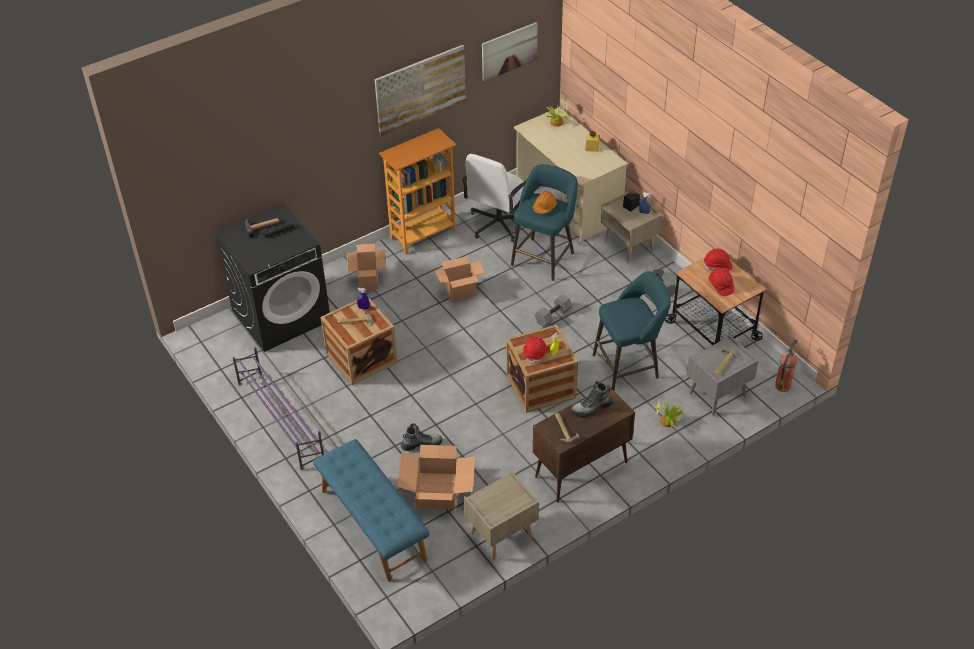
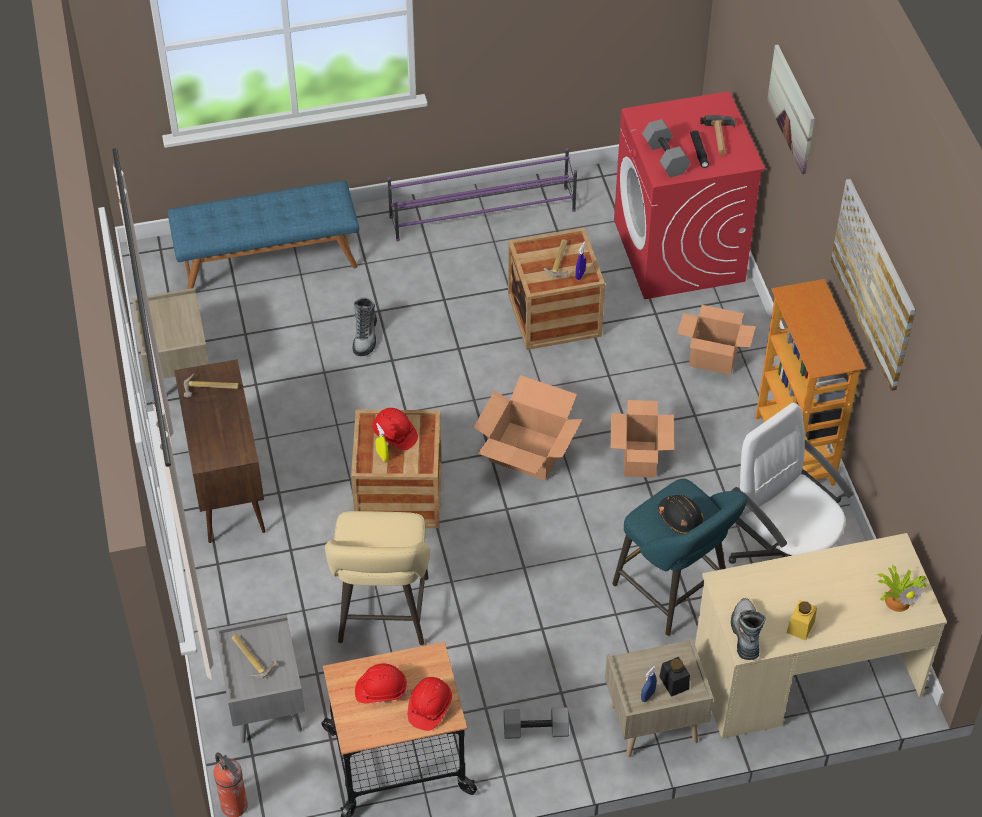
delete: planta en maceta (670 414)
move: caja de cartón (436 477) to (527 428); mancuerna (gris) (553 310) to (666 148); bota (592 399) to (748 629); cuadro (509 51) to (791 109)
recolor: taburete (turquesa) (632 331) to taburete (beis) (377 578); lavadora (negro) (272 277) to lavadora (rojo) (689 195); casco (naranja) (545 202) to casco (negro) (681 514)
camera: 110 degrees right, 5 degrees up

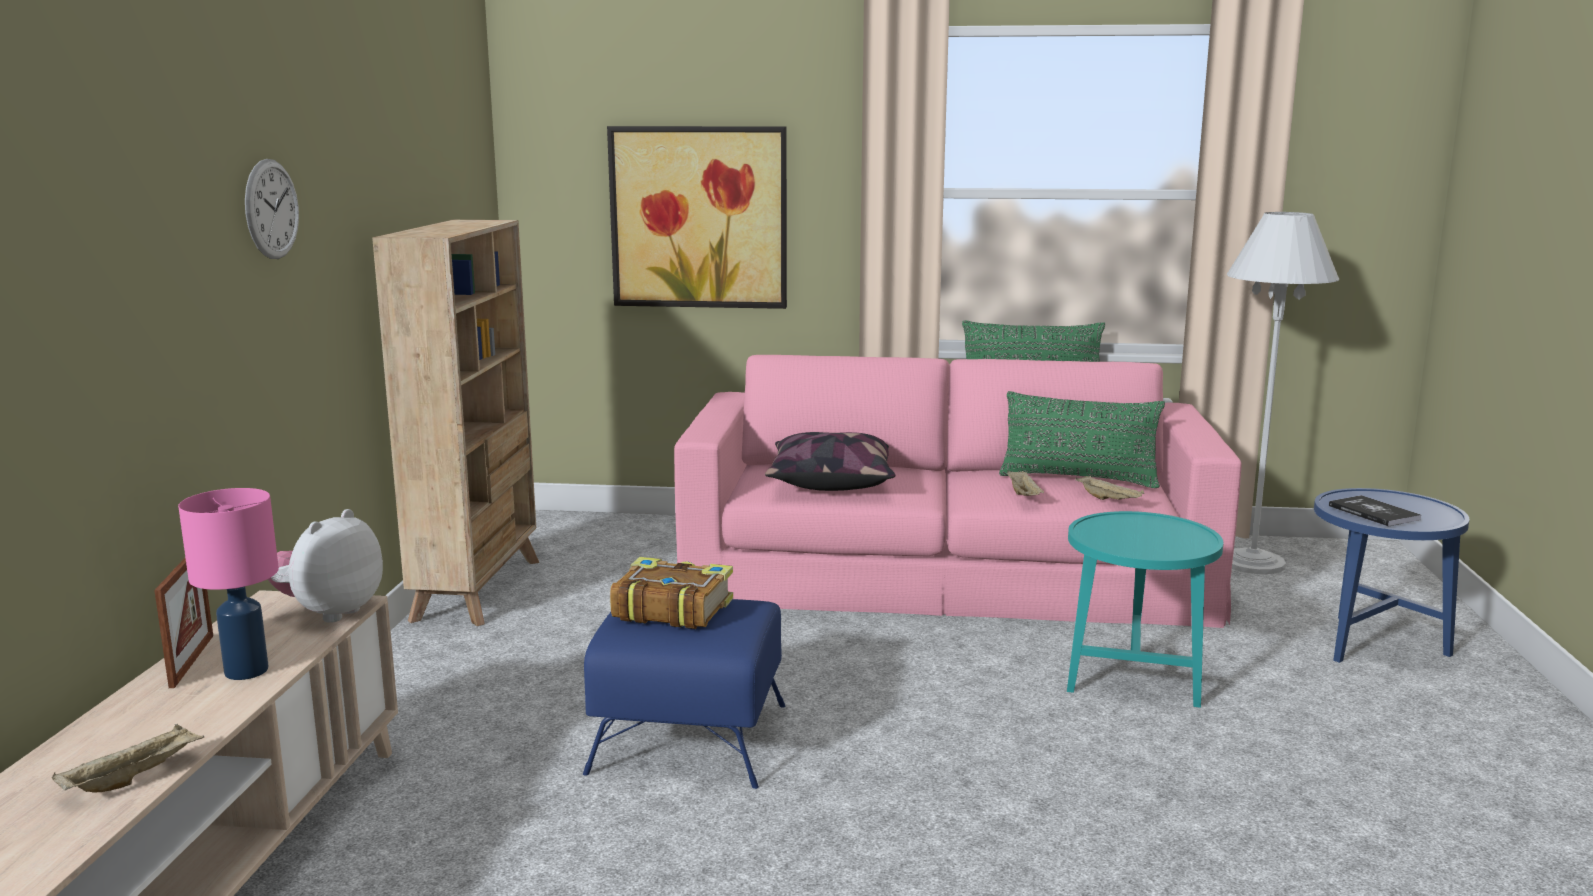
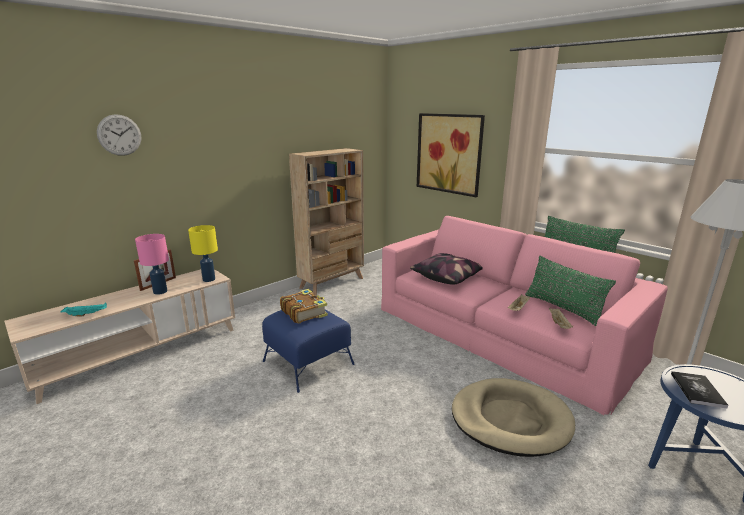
move: reloj de pared (272 209) to (119 135)
replace: peluche (325 566) to lámpara de mesa (amarillo) (203 253); mesa auxiliar (turquesa) (1145 609) to cama para perro (beis) (513 417)
recolor: bandeja (beis) (128 758) to bandeja (turquesa) (83 309)
camera: 40 degrees right, 5 degrees up

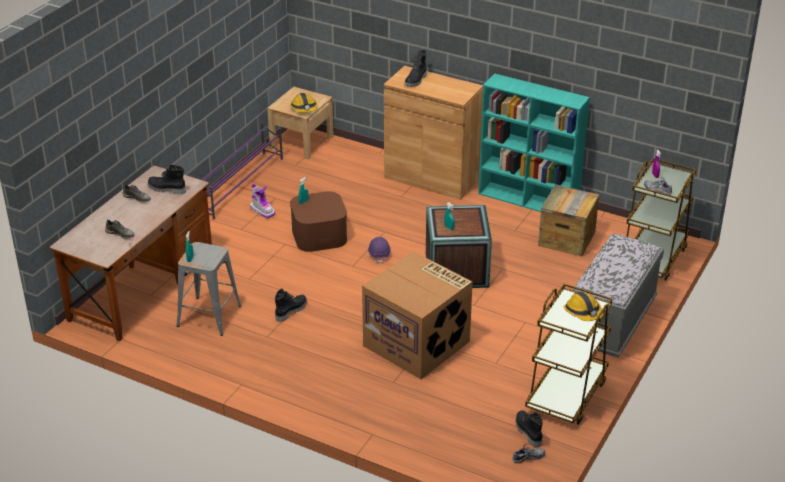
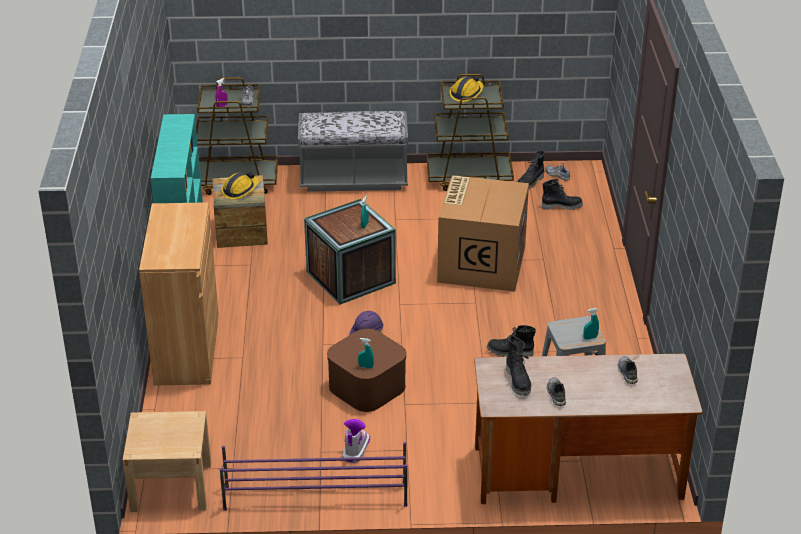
move: casco (303 103) to (240 185); bota (negro) (416 68) to (562 194)
camera: 120 degrees left, 0 degrees up

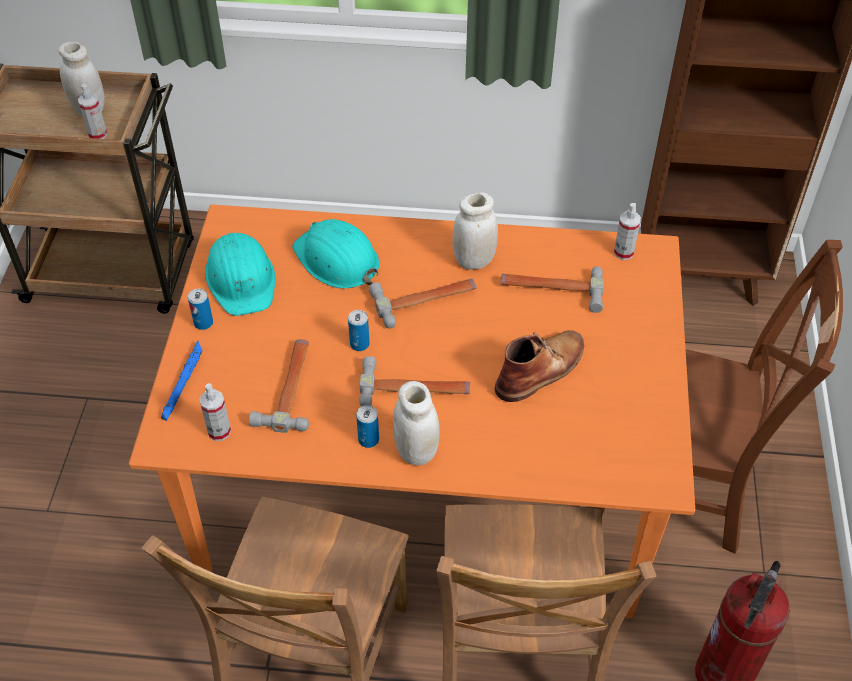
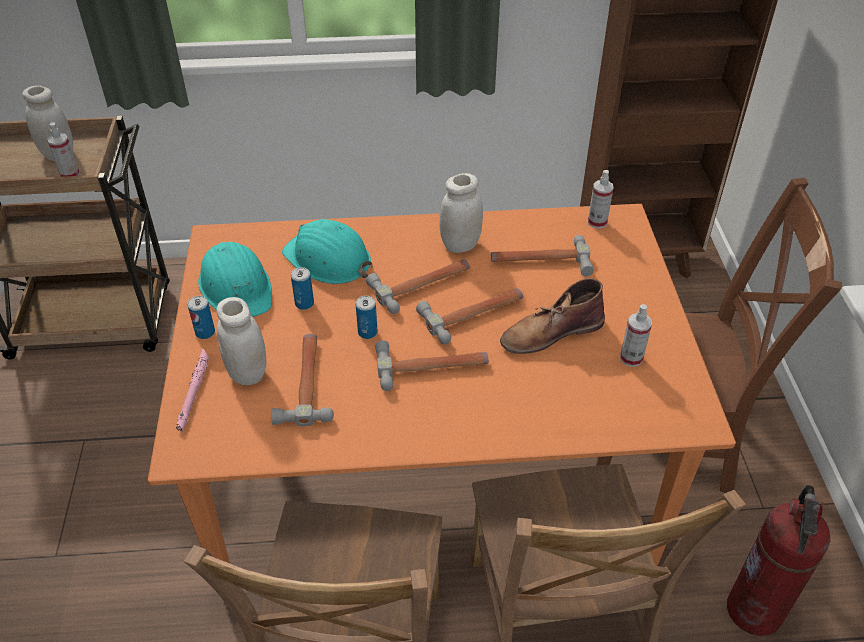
insert: martillo (470 316)
move: tarro (blanco) (416 423) to (241 341); lata (367 426) to (302 288); pulverizador (215 412) to (636 335)
recolor: linterna (azul) (181 381) to linterna (rosa) (192 390)
rotate: bota (marrón) (539 366) = (552 316) 150 degrees counterclockwise
camera: 10 degrees left, 5 degrees down

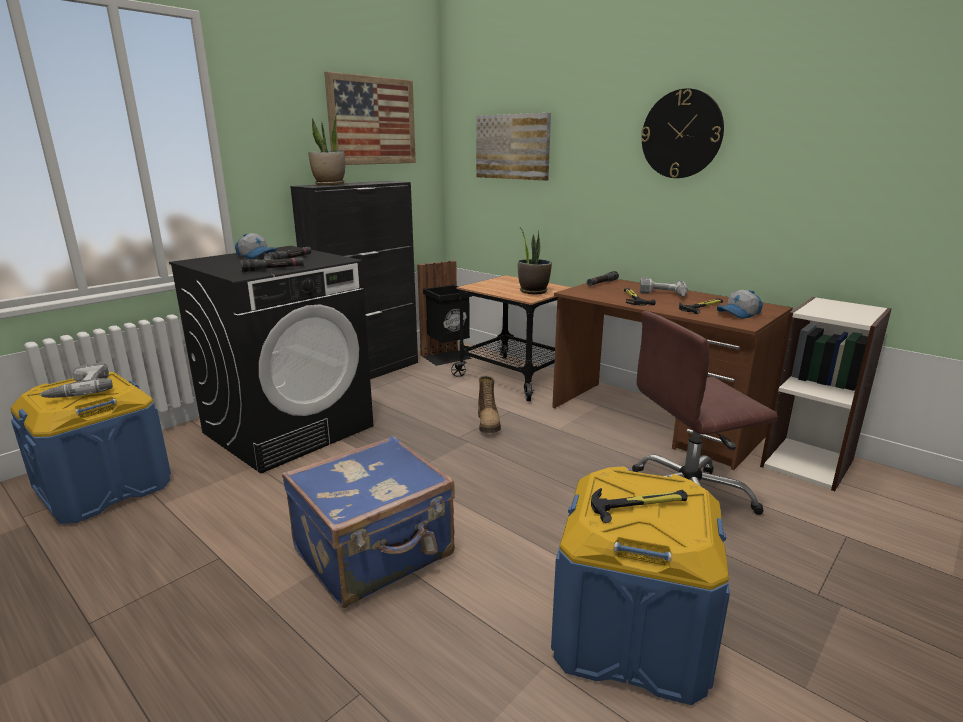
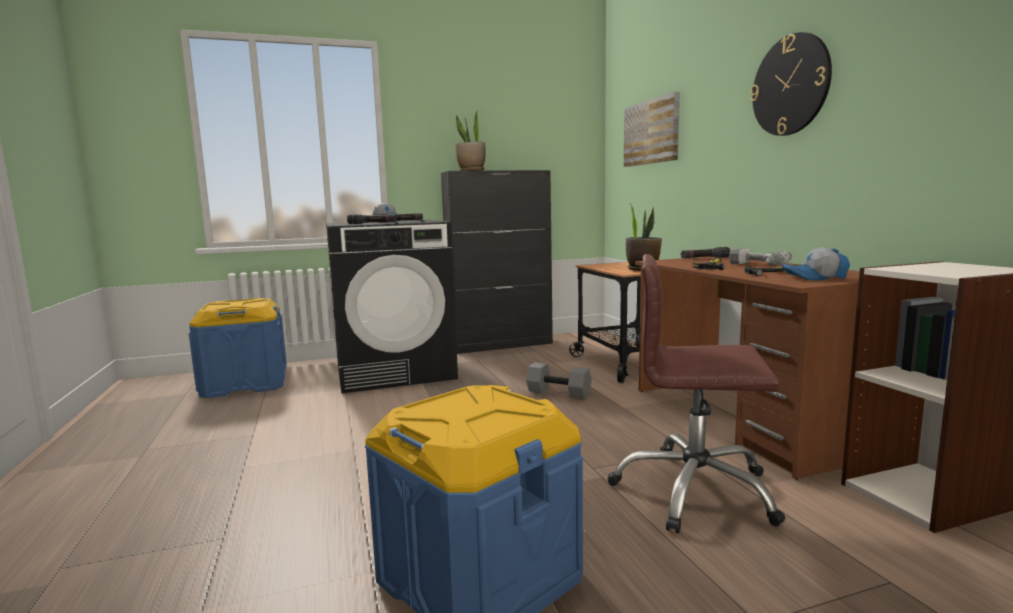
delete: taladro (76 380); maleta (azul) (368 522); cuadro (370 118); papelera (negro) (444 313); martillo (639 505)
replace: bota (489 404) to mancuerna (gris) (559 380)
camera: 30 degrees right, 10 degrees down

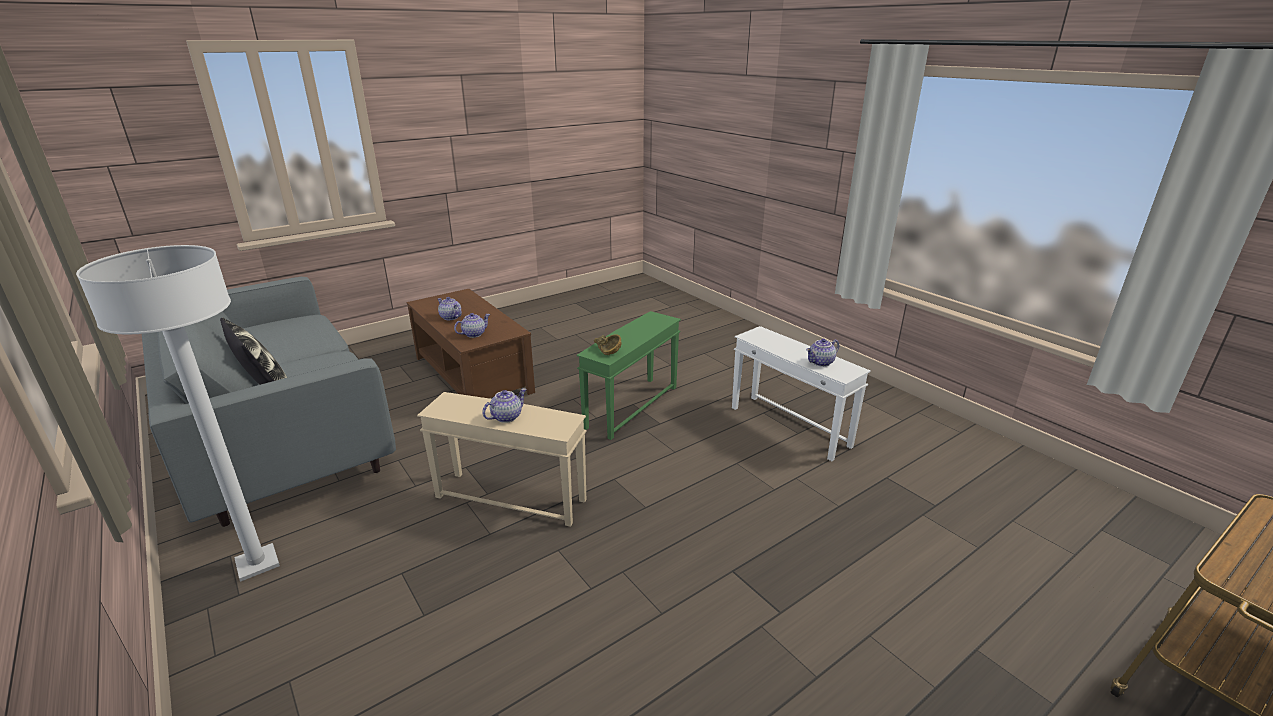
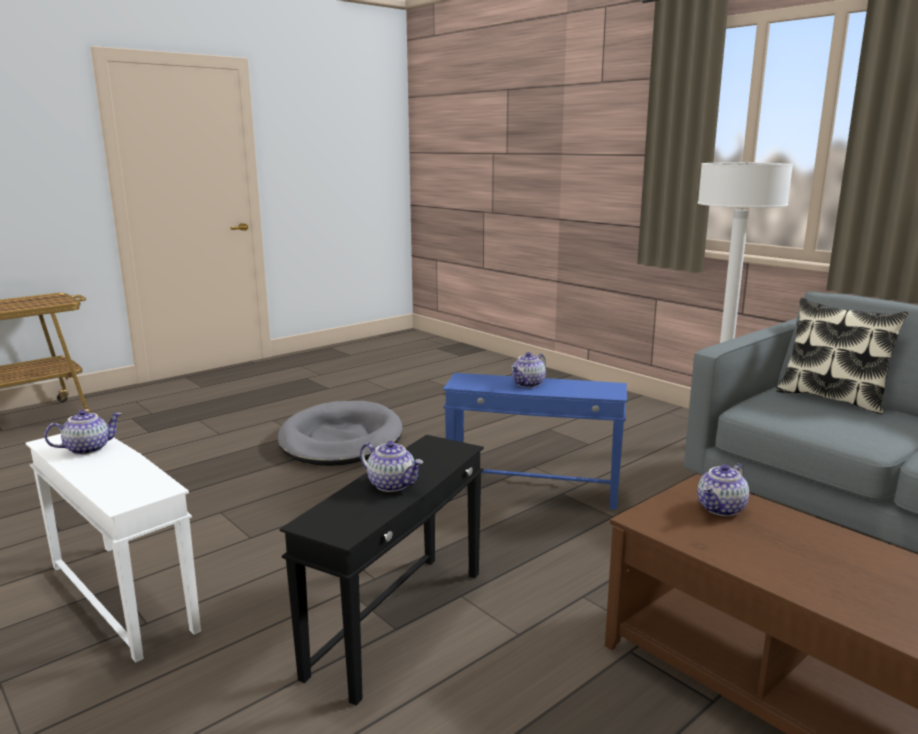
delete: cuenco (marrón) (607 344)
insert: cama para perro (gris) (340 433)
move: tetera (450 308) to (391 466)
recolor: mesa auxiliar (verde) (629 375) to mesa auxiliar (negro) (382 570); mesa auxiliar (beis) (502 459) to mesa auxiliar (azul) (535 441)
camera: 175 degrees right, 10 degrees down

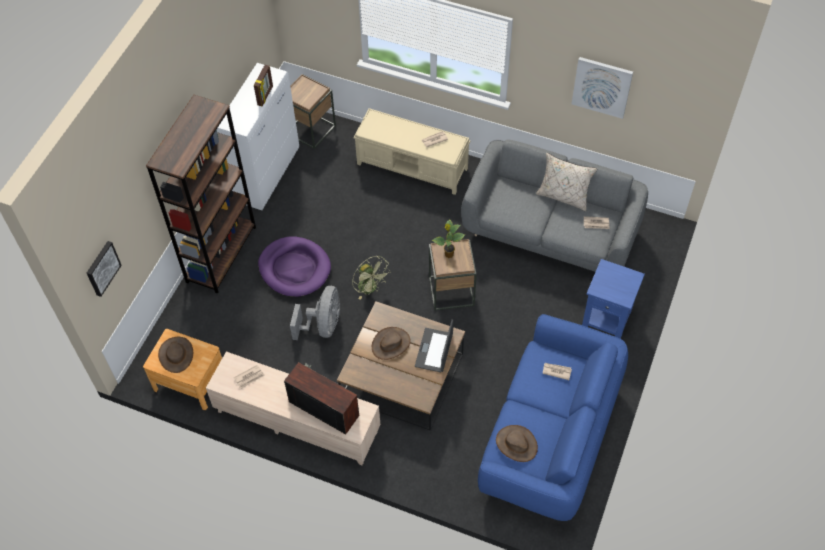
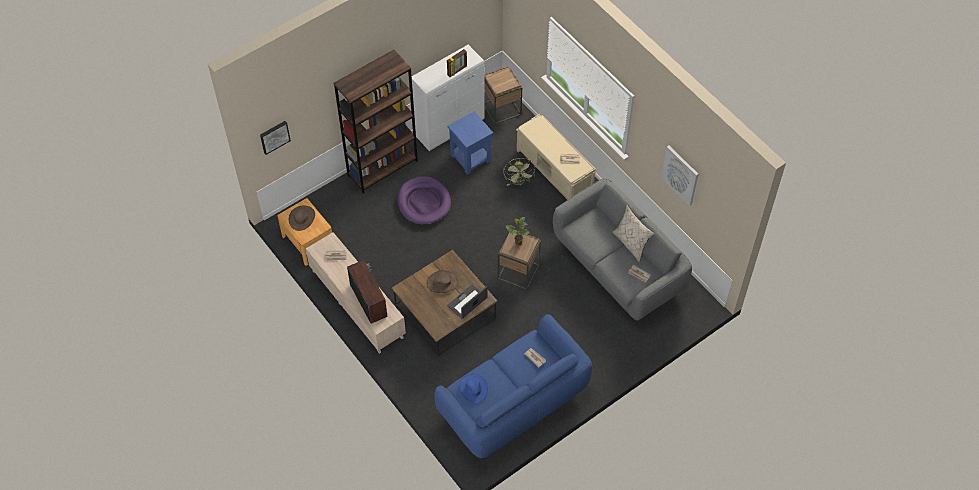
delete: ventilador (gris) (315 313)
move: mesa auxiliar (azul) (613 299) to (470 143); ventilador (verde) (371 278) to (519 172)
recolor: sombrero (marrón) (517 443) to sombrero (azul) (473 389)
camera: 30 degrees right, 0 degrees up

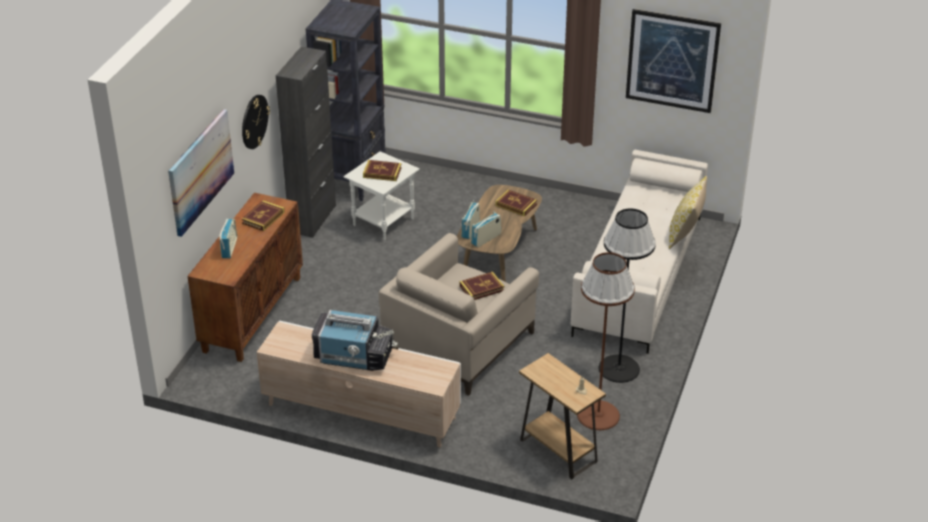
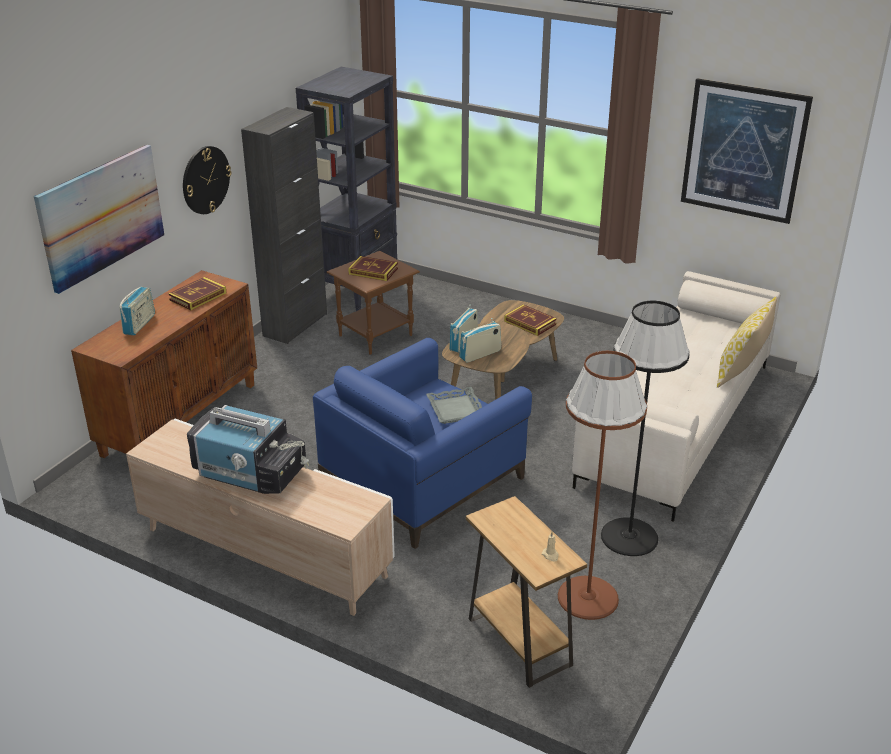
replace: libro (482 286) to bandeja (gris) (454 405)
recolor: sillón (beis) (459 314) to sillón (azul) (422 443); mesa auxiliar (blanco) (381 195) to mesa auxiliar (marrón) (373 303)
camera: 10 degrees right, 5 degrees down

